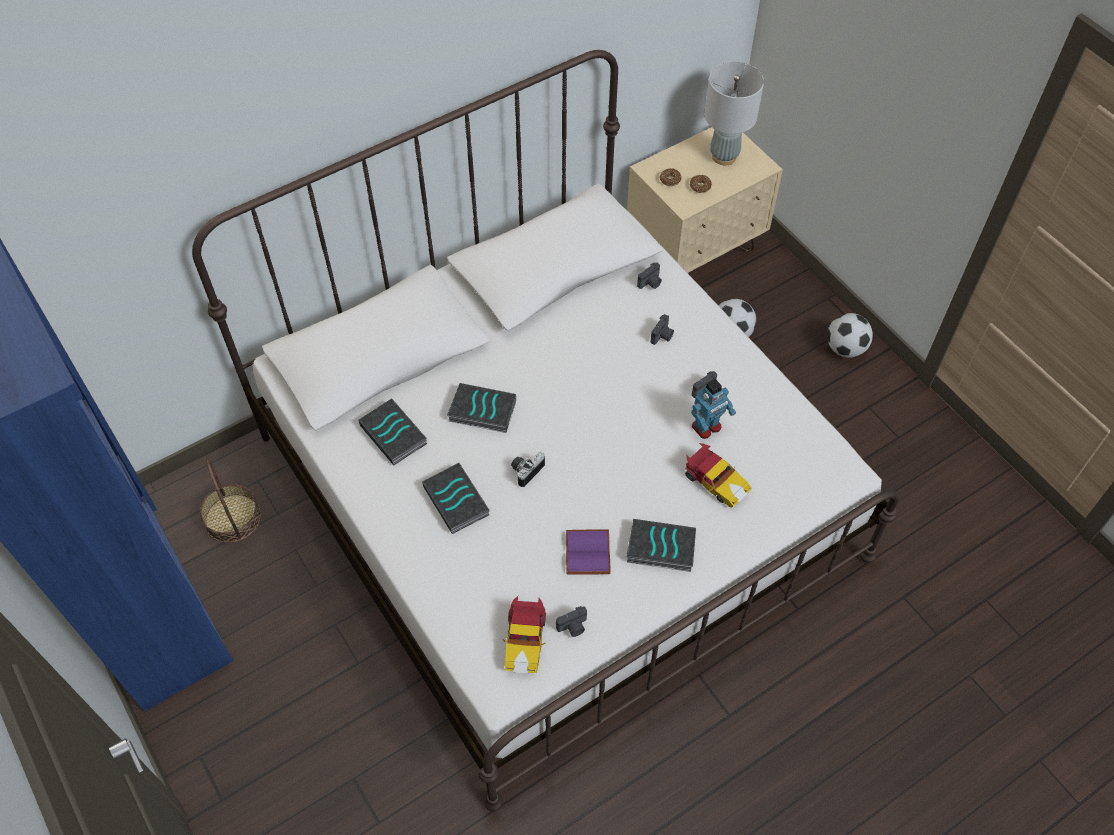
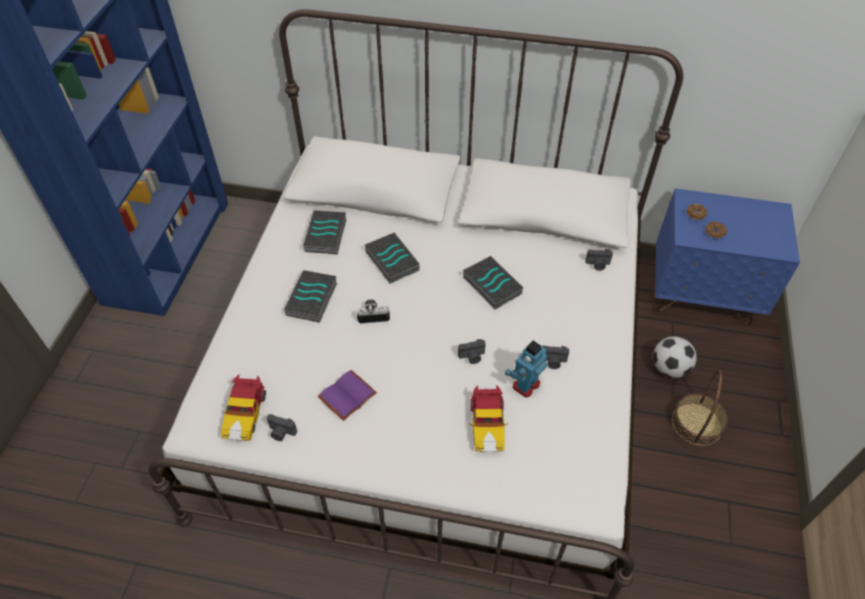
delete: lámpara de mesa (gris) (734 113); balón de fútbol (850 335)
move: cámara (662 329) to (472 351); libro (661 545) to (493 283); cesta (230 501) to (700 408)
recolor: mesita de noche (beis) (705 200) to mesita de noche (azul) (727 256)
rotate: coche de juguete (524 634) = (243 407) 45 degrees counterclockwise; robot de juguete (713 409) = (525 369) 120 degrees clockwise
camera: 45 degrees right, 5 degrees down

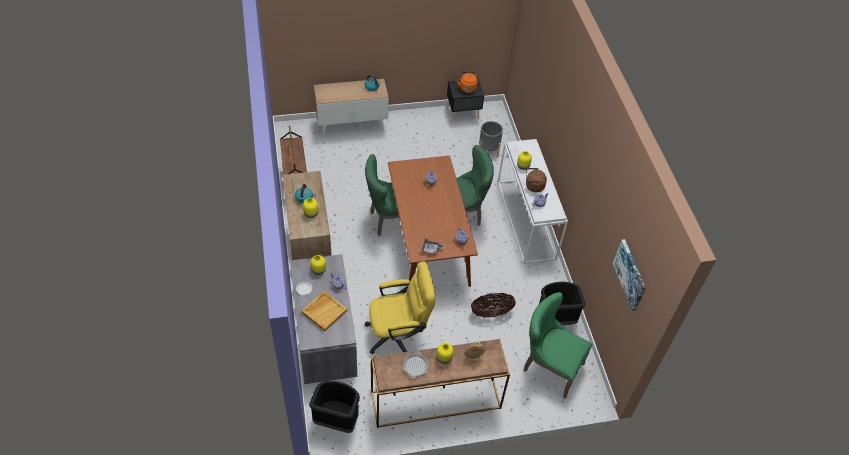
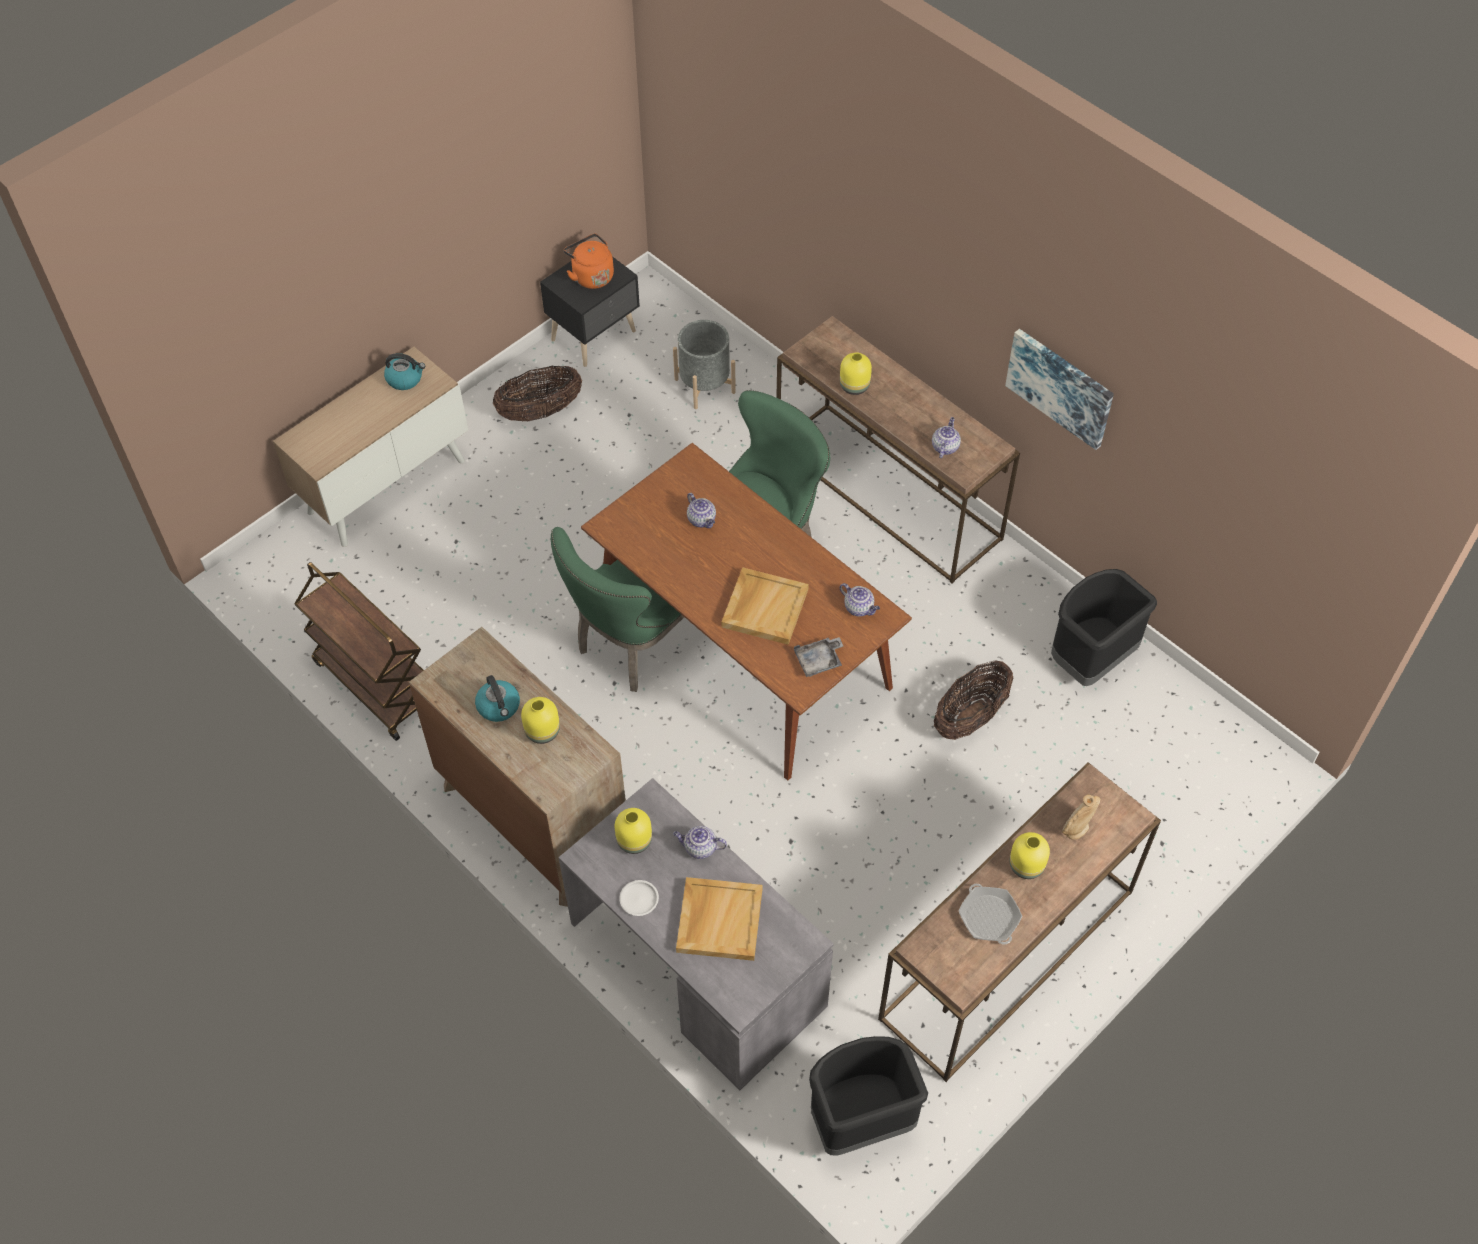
delete: silla de oficina (amarillo) (400 307); silla (verde) (558 345); hervidor (marrón) (536 180)
insert: cesta (537 393); bandeja (beis) (765 606)
move: cuadro (629 275) to (1059 389)
recolor: mesa consola (blanco) (532 201) to mesa consola (marrón) (898 449)
camera: 30 degrees left, 5 degrees up

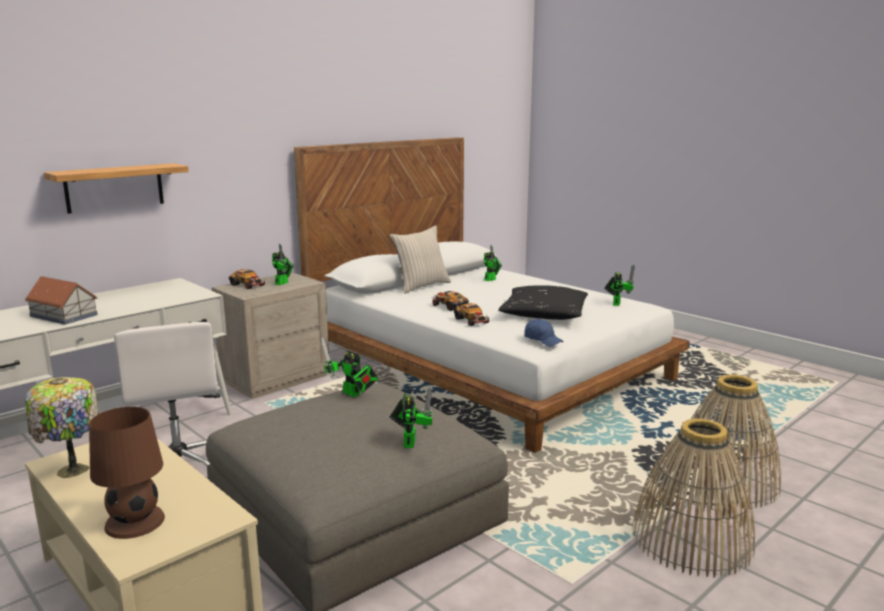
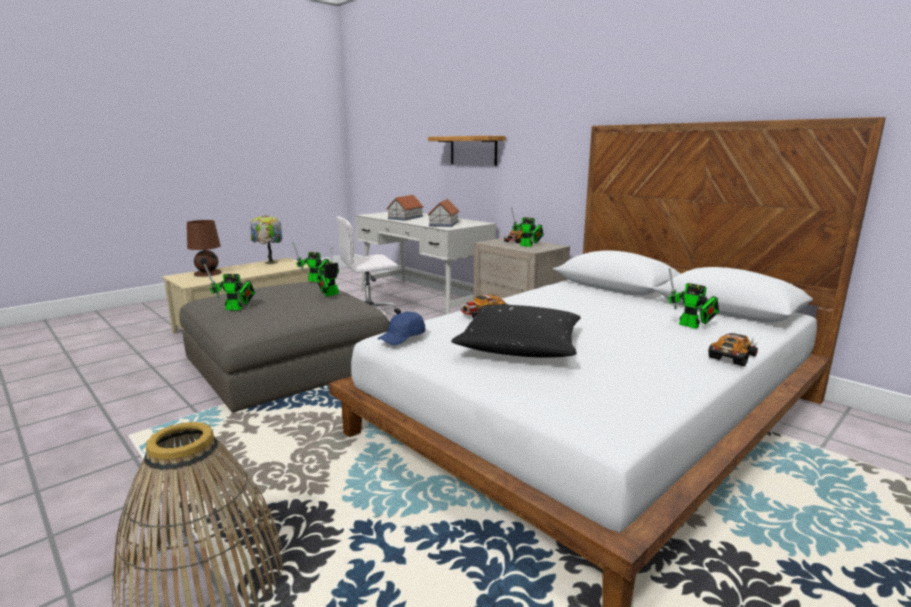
delete: cojín (beis) (420 259); cesta (693 498)
insert: casita (443 213)
move: robot de juguete (619 285) to (311 262); coche de juguete (450 301) to (733 349)
camera: 90 degrees right, 0 degrees up

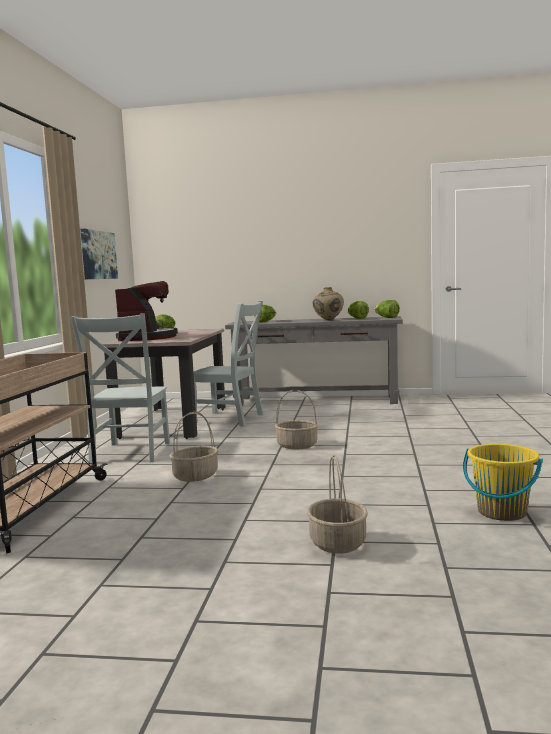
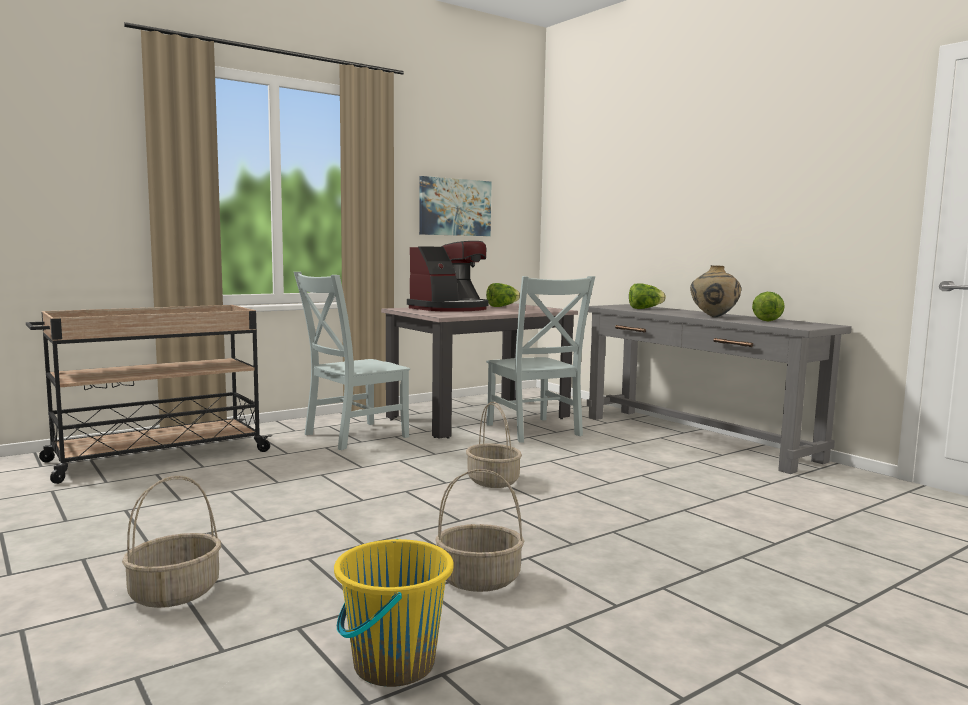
delete: lechuga (387 309)
move: cesta (194 447) to (479 530)
camera: 45 degrees right, 0 degrees up

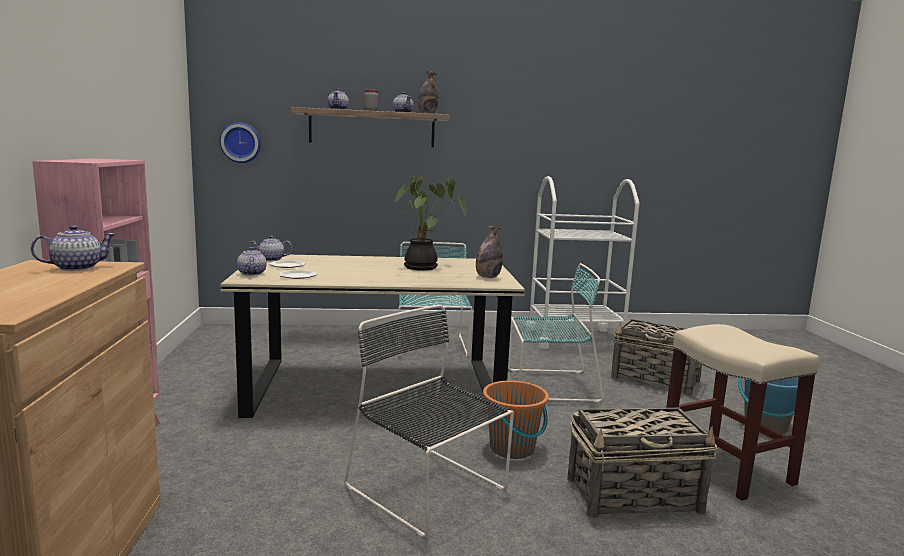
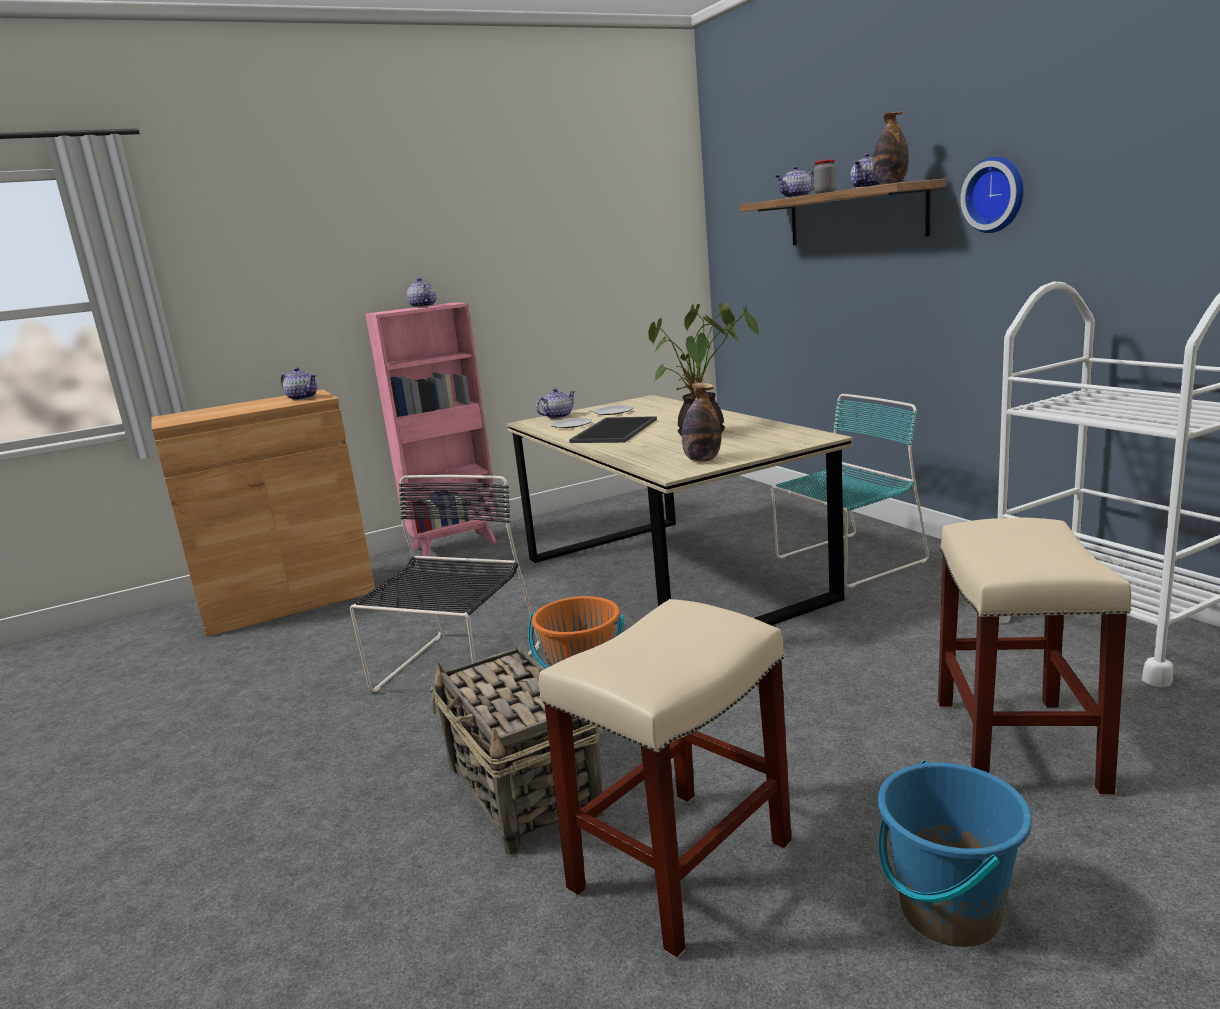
delete: silla (turquesa) (555 332)
insert: bandeja (613 429)
move: tetera (271 248) to (422 293); reloj de pared (240 142) to (992 195)
replace: cesta (656 357) to taburete (beis) (1035 657)
camera: 70 degrees right, 5 degrees up

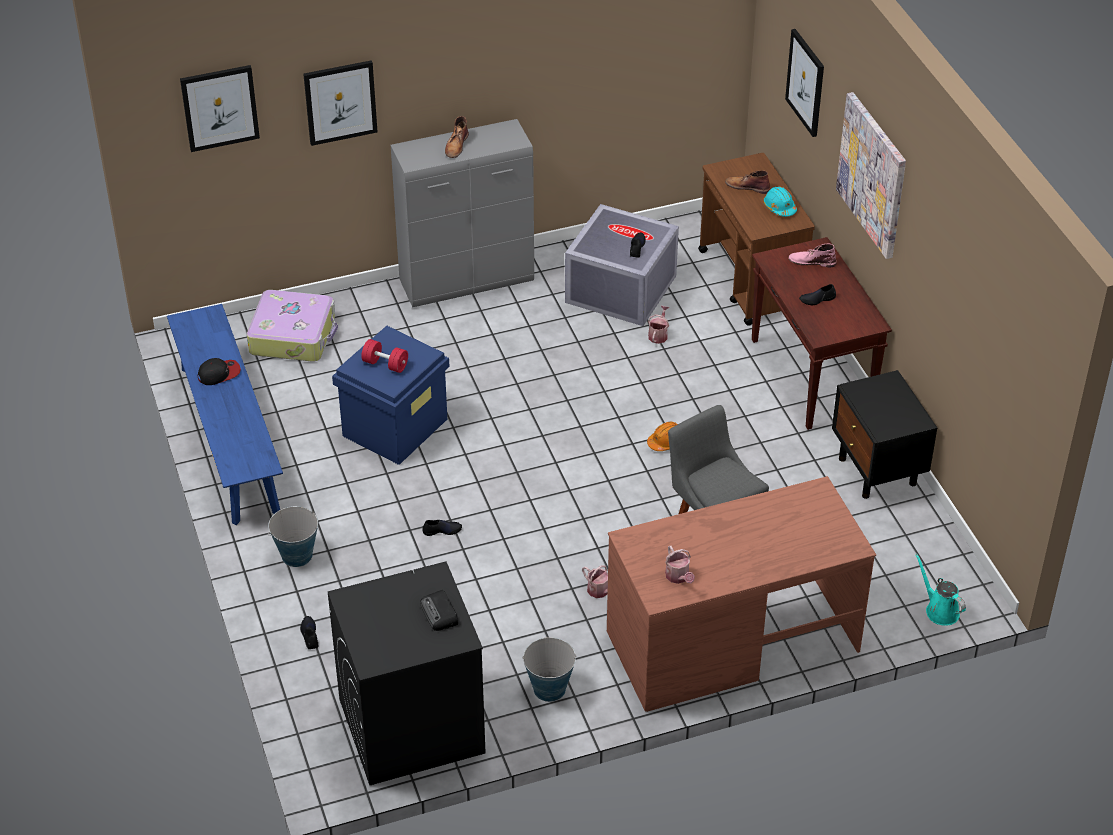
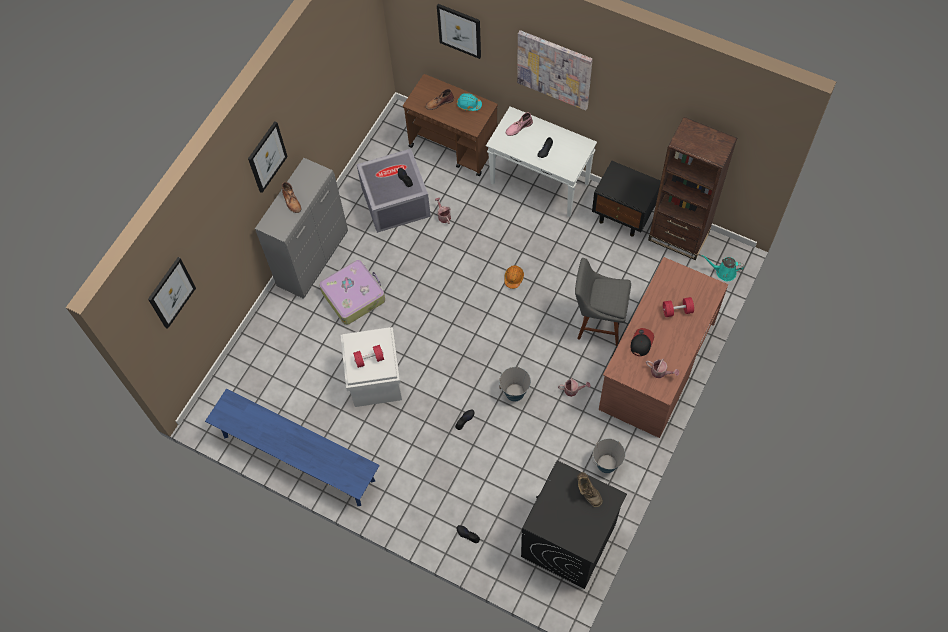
insert: estantería (marrón) (692 188); mancuerna (rojo) (678 307)
move: cuadro (340 103) to (268 157); maleta (292 326) to (352 292); cubo (293 536) to (515 384); gorra (219 371) to (642 342)
replace: radio (439 610) to bota (marrón) (590 489)
recolor: caja de almacenaje (azul) (390 395) to caja de almacenaje (blanco) (371 367); mesa consola (marrón) (822 333) to mesa consola (blanco) (541 161)
camera: 40 degrees left, 20 degrees up

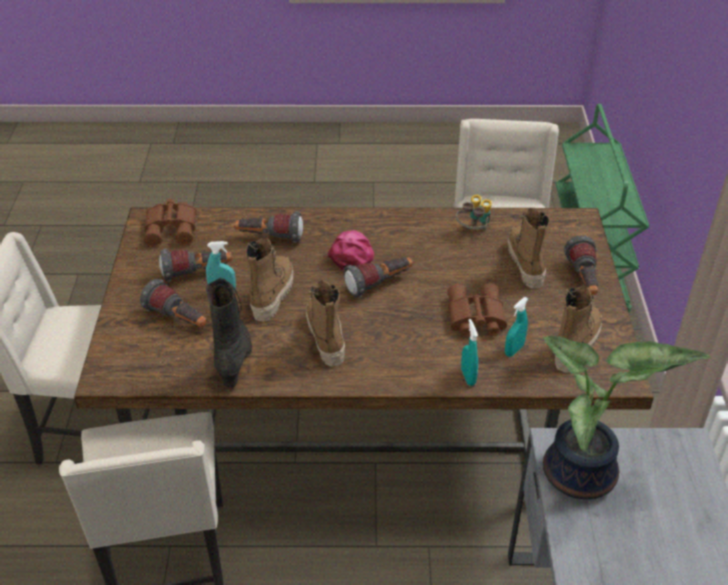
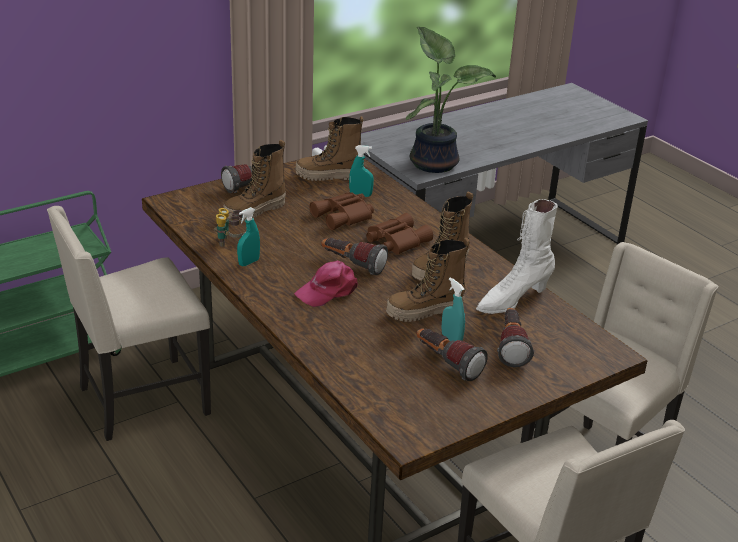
delete: linterna (268 227)
move: pulverizador (turquesa) (469 352) to (248 236); prismáticos (marrón) (170 223) to (399 234)
recolor: bota (negro) (229 332) to bota (blanco) (517 256)
camera: 125 degrees left, 10 degrees down

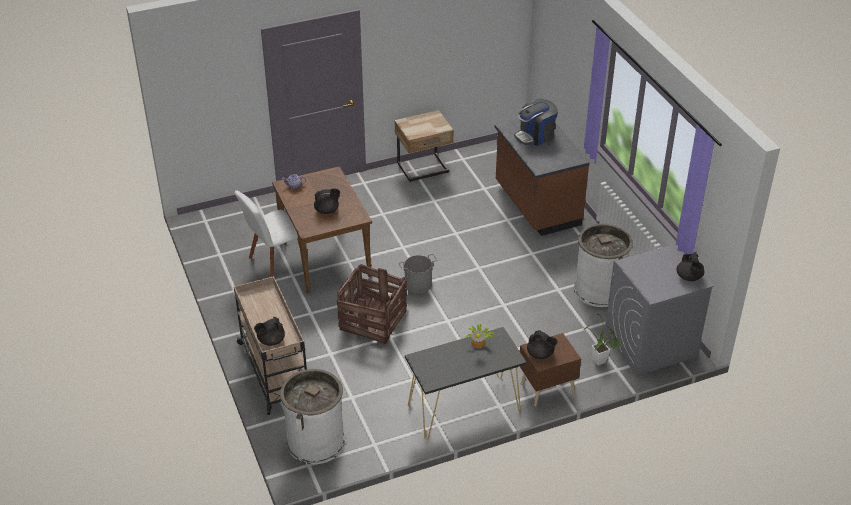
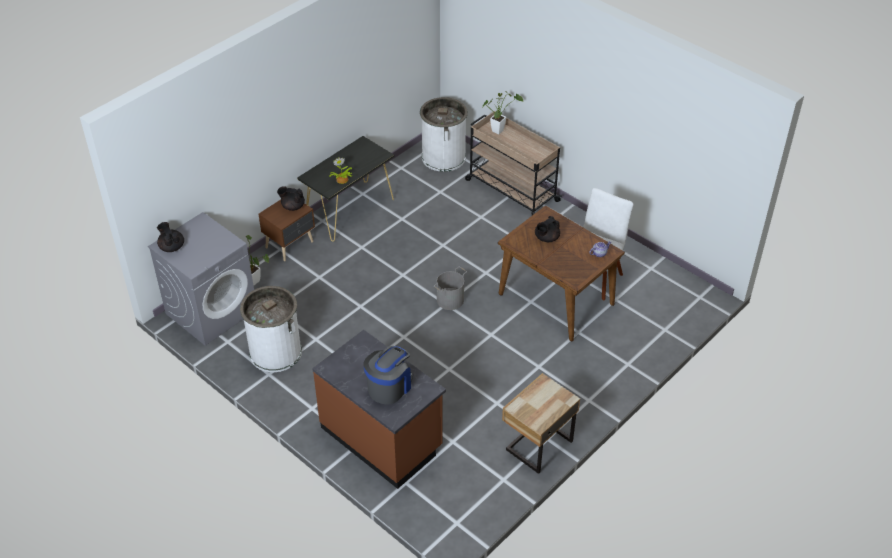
delete: caja de embalaje (372 304)
replace: tetera (negro) (269 331) to planta en maceta (503 112)
camera: 155 degrees right, 5 degrees up

